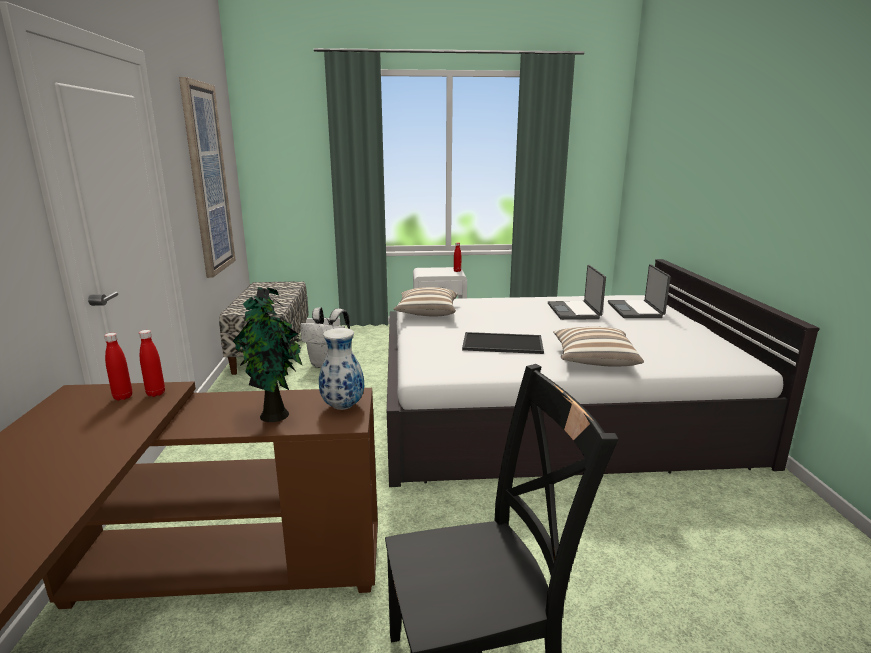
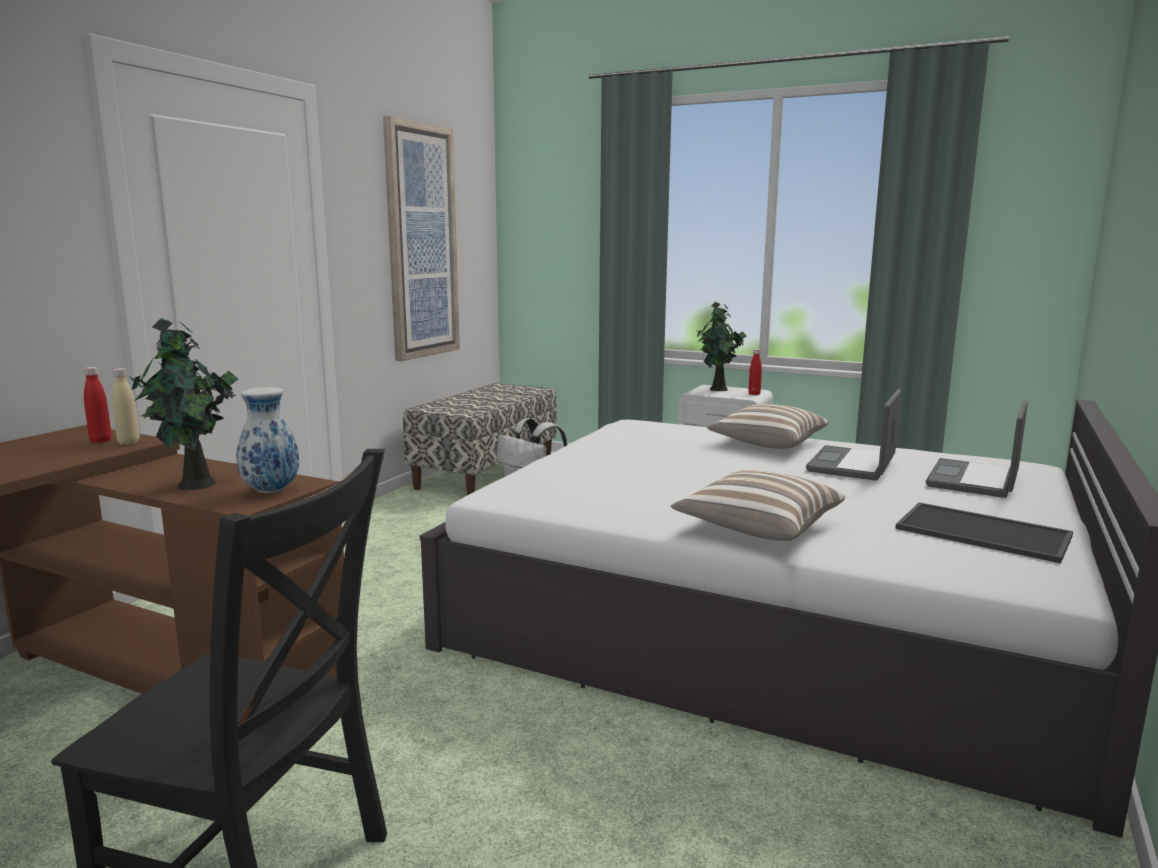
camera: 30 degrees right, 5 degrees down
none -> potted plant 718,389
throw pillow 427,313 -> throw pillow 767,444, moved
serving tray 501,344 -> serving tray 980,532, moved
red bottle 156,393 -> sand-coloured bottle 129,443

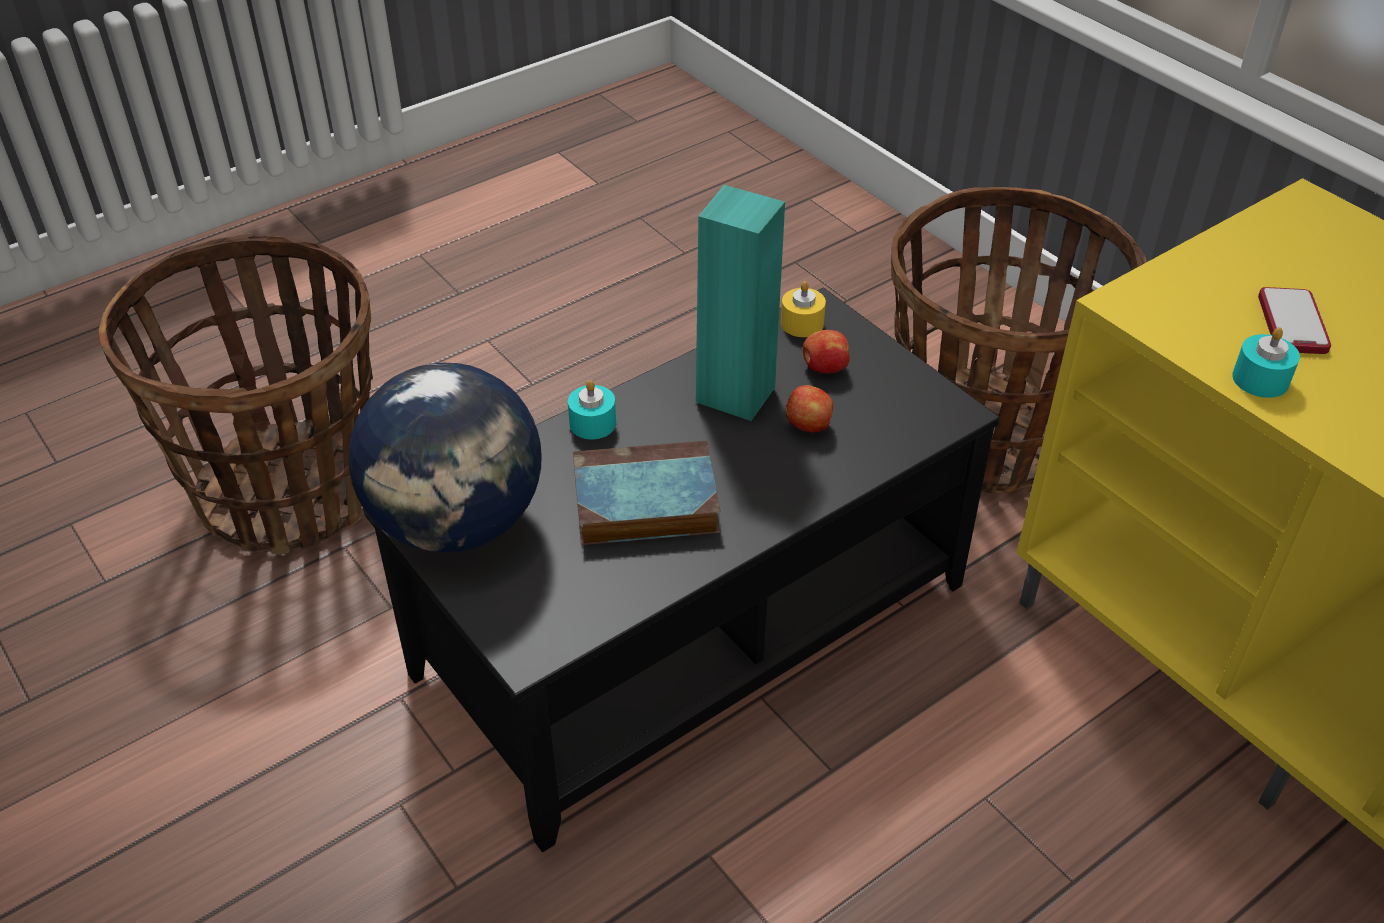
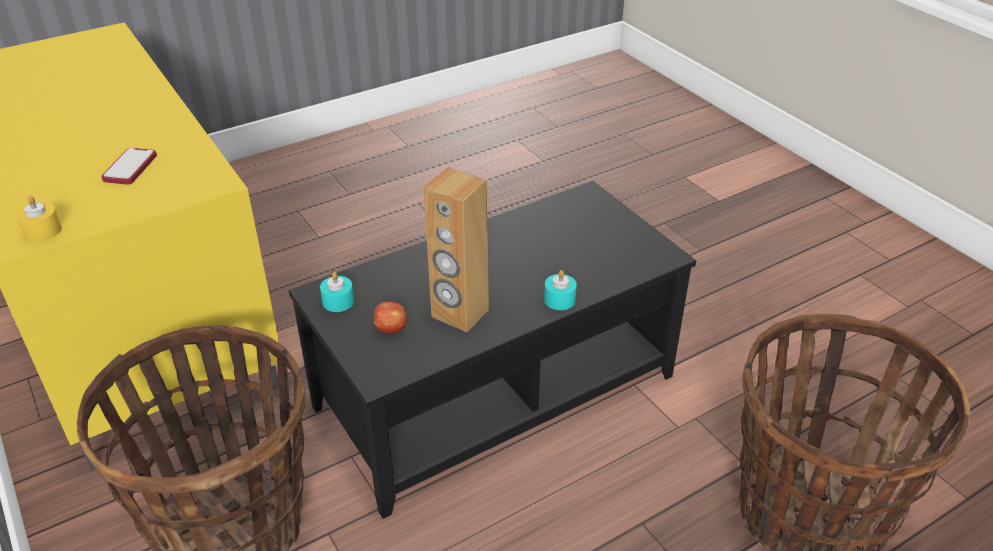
camera: 175 degrees left, 5 degrees down
desk globe 458,523 -> none
bound book 642,503 -> none
apple fruit 809,426 -> none
yellowish wax light 802,323 -> yellowish wax light 43,231, moved
turquoise-coloured wax light 1260,379 -> turquoise-coloured wax light 338,301, moved
turquoise-coloured speaker 736,394 -> brown-coloured speaker 459,314

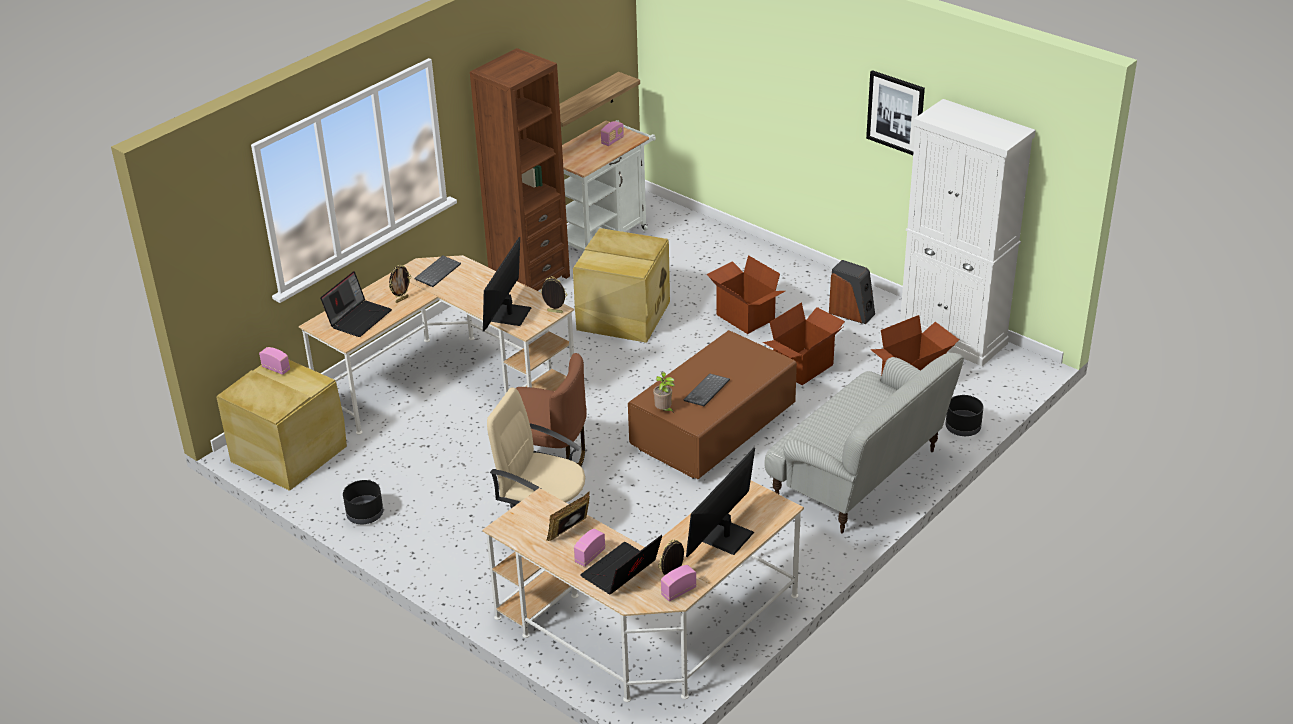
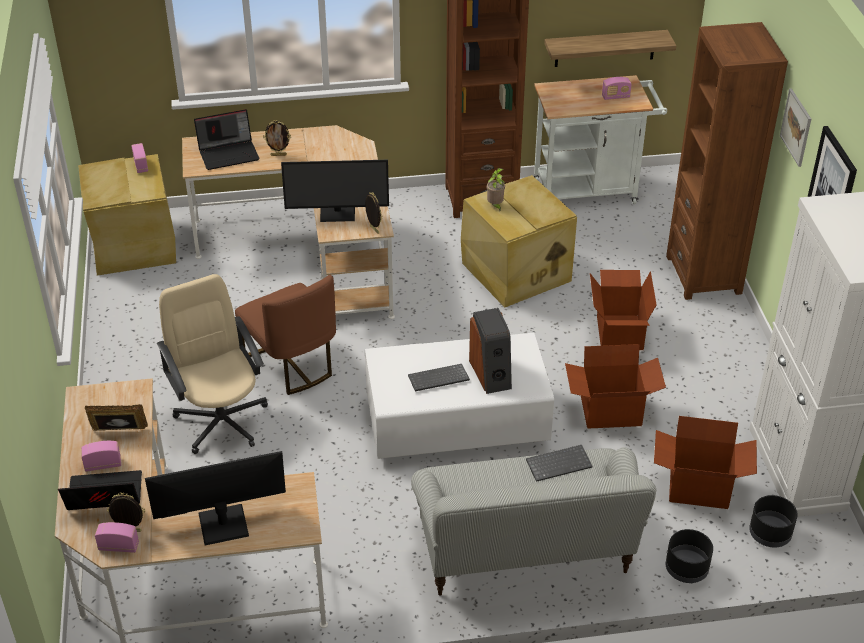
camera: 40 degrees right, 5 degrees up
none -> brown-coloured shelving unit 703,275
none -> picture 796,127
black-coloured plant pot 364,514 -> black-coloured plant pot 769,533, moved
computer keyboard 437,272 -> computer keyboard 559,463, moved
potted plant 664,410 -> potted plant 495,206, moved
speaker 852,313 -> speaker 491,373, moved
brown-coloured low table 713,430 -> whitish low table 456,422
monitor 509,314 -> monitor 337,212, 150 degrees counterclockwise

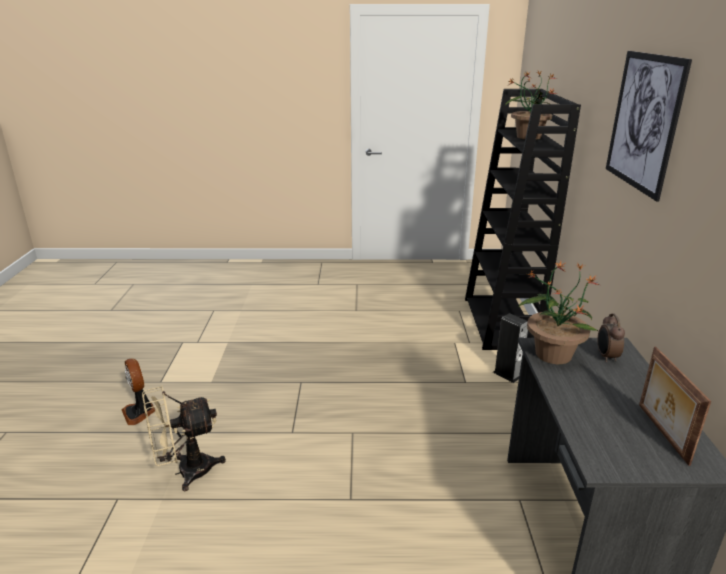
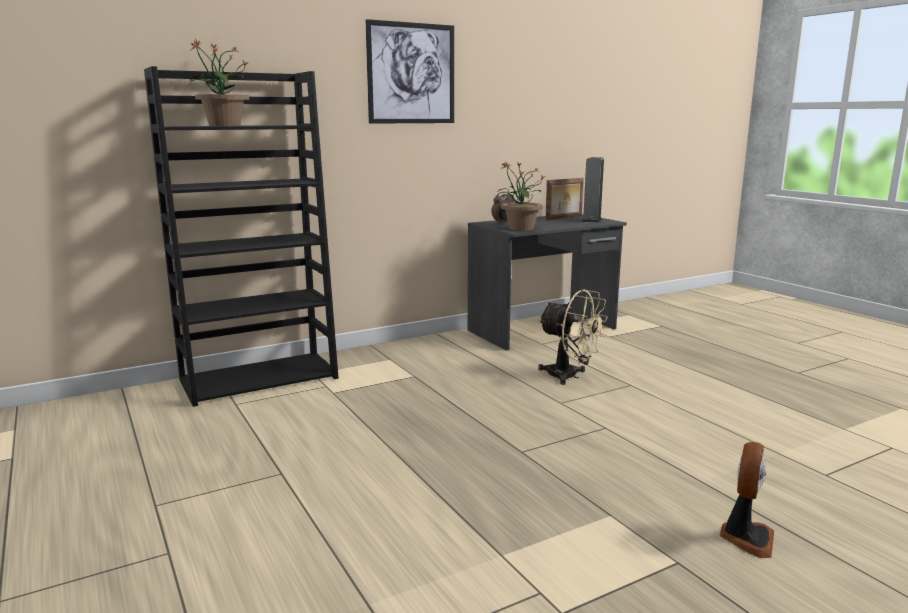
camera: 120 degrees left, 10 degrees down
sand-coloured cooling fan 185,472 -> sand-coloured cooling fan 569,376, moved
speaker 507,374 -> speaker 591,220, moved

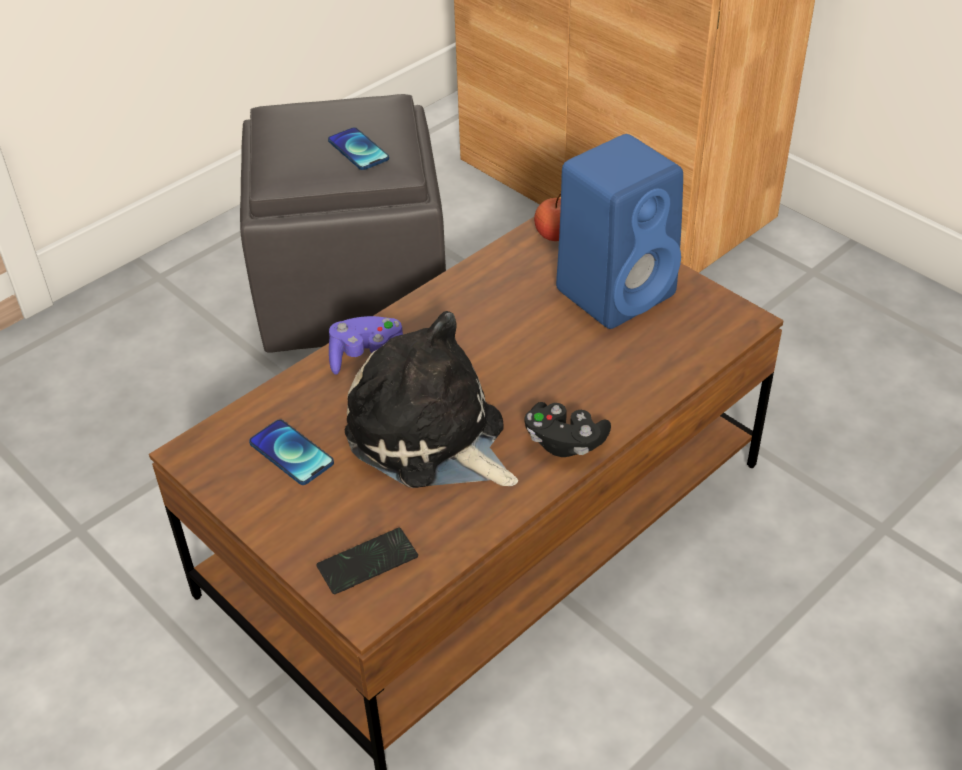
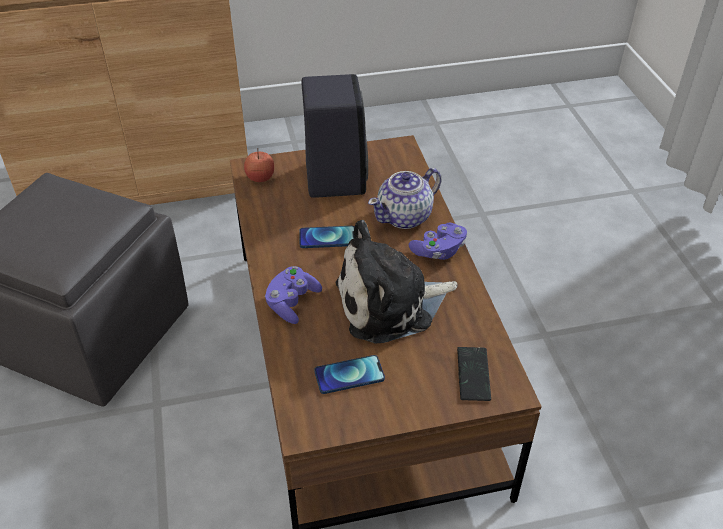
camera: 60 degrees left, 0 degrees up
none -> pot for tea 405,217
handset 358,150 -> handset 327,238, moved
black-coloured gamepad 565,442 -> purple gamepad 438,251
blue speaker 617,290 -> black-coloured speaker 334,177

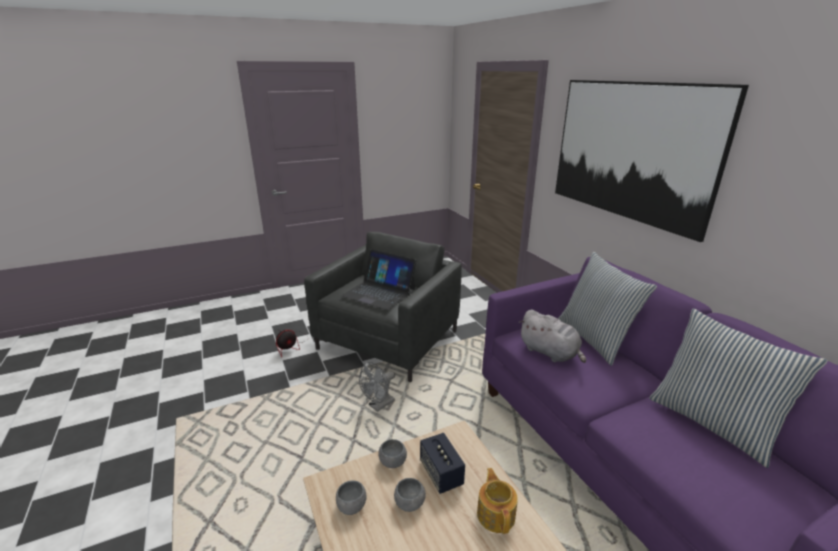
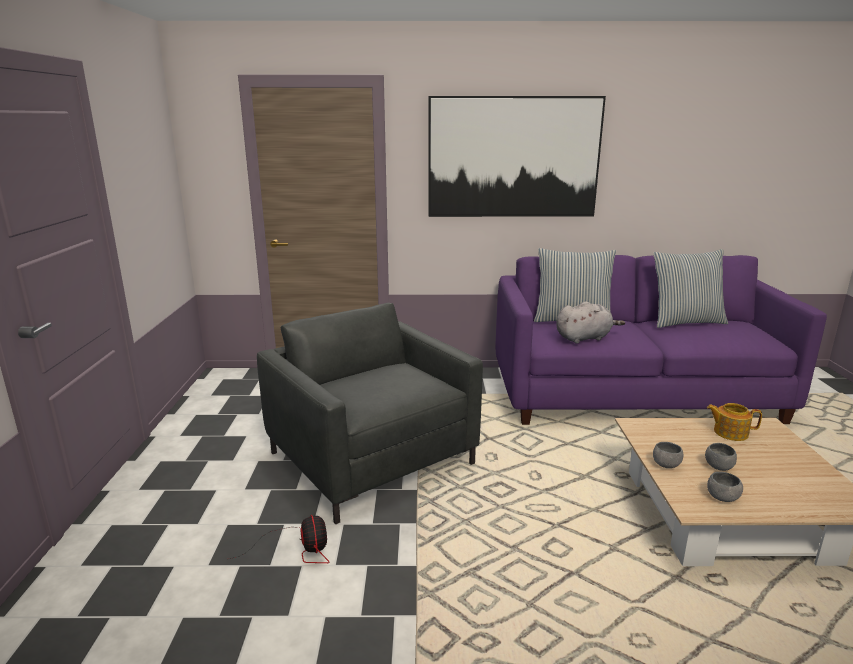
camera: 65 degrees left, 5 degrees down
notebook computer 379,292 -> none
gray cooling fan 378,405 -> none
speaker 441,473 -> none

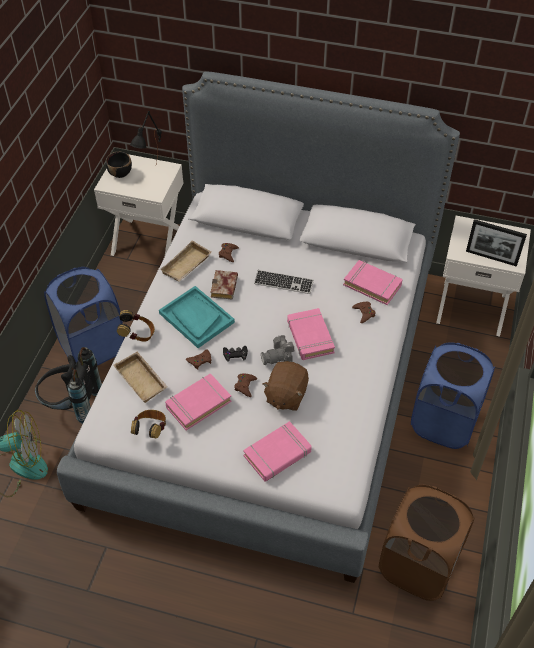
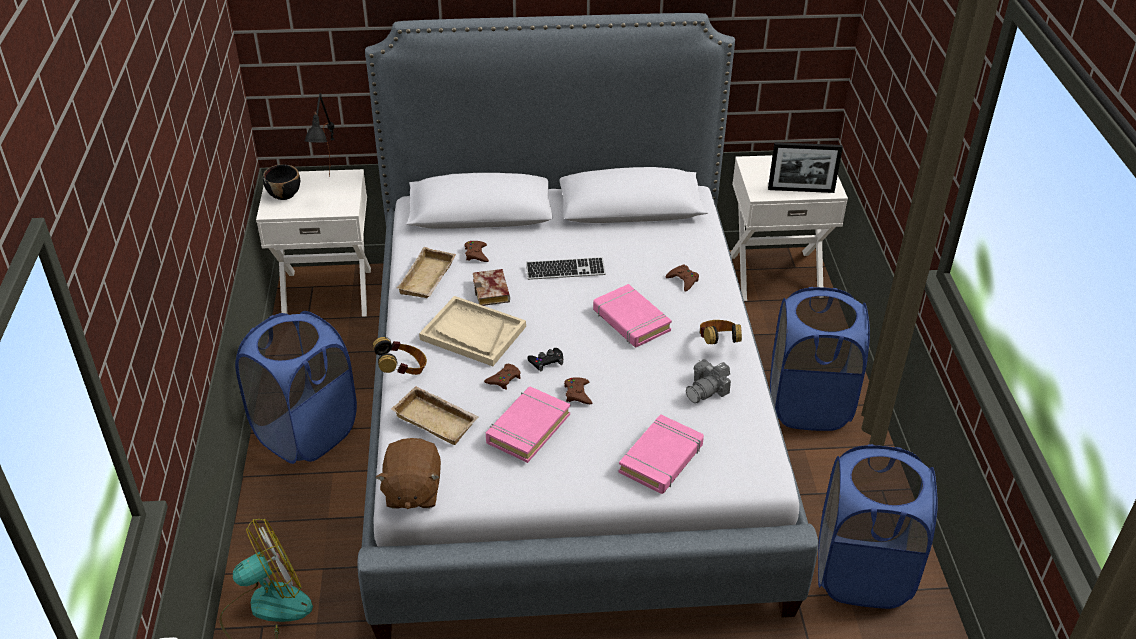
camera: 20 degrees left, 10 degrees down
black-coloured backpack 73,406 -> none
pink bound book 372,285 -> none
pair of headphones 151,430 -> pair of headphones 718,343, moved
photo camera 278,357 -> photo camera 707,390, moved
brown-coloured plush toy 285,395 -> brown-coloured plush toy 412,491, moved
turquoise-coloured serving tray 196,318 -> sand-coloured serving tray 472,333
brown-coloured laundry basket 418,566 -> blue laundry basket 862,573

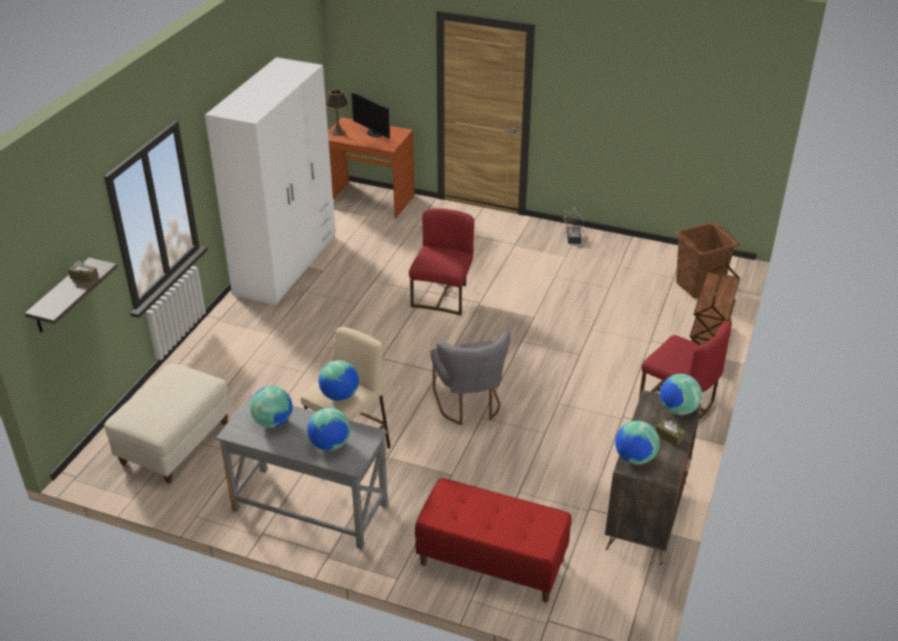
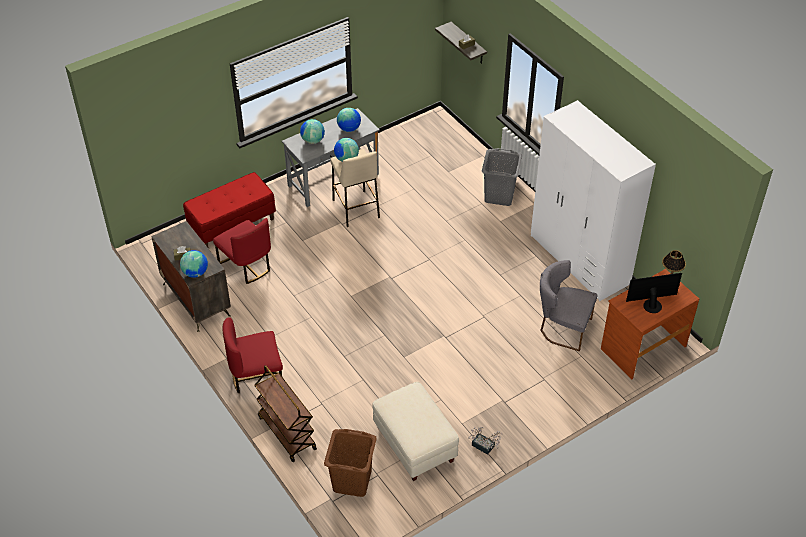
camera: 125 degrees right, 10 degrees up
desk globe 634,458 -> none
none -> gray laundry basket 499,196
sand-coloured pouffe 176,443 -> sand-coloured pouffe 414,444, moved
red upright chair 443,296 -> red upright chair 246,266, moved
gray upright chair 469,405 -> gray upright chair 562,328, moved

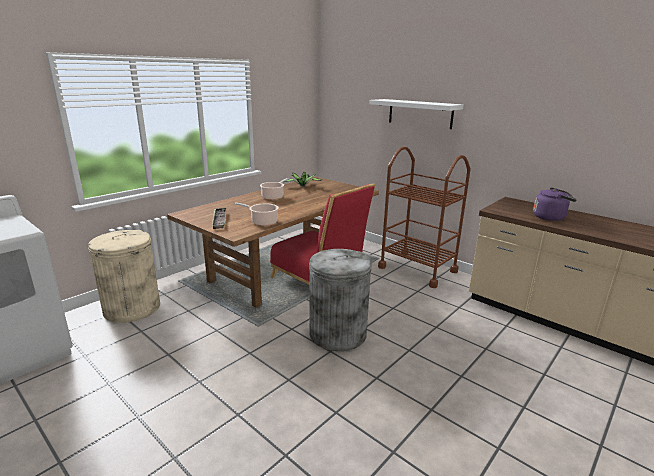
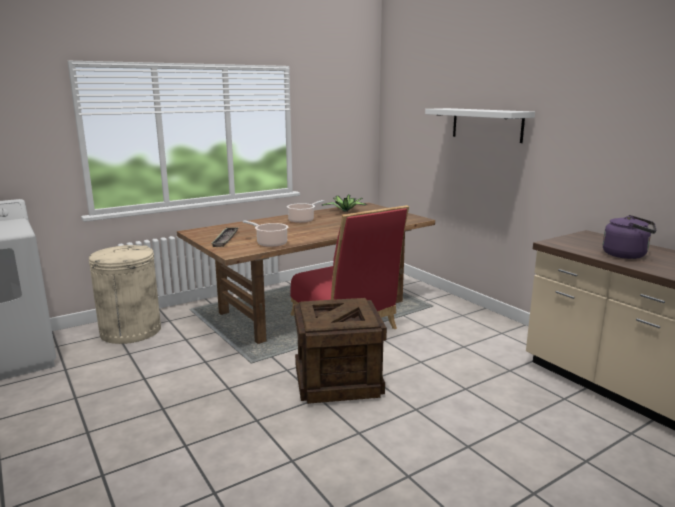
camera: 15 degrees right, 5 degrees down
brown-coloured wheeled cart 417,269 -> none
gray waste bin 338,333 -> packing crate 338,381

